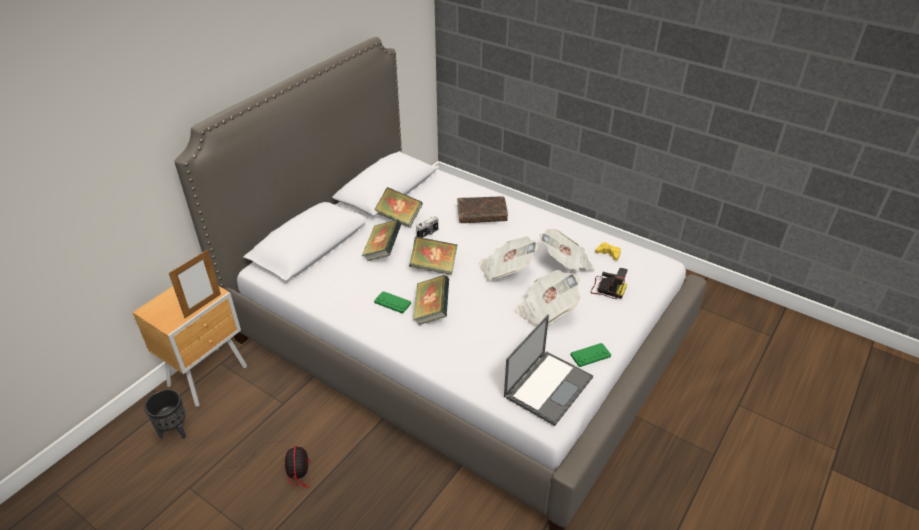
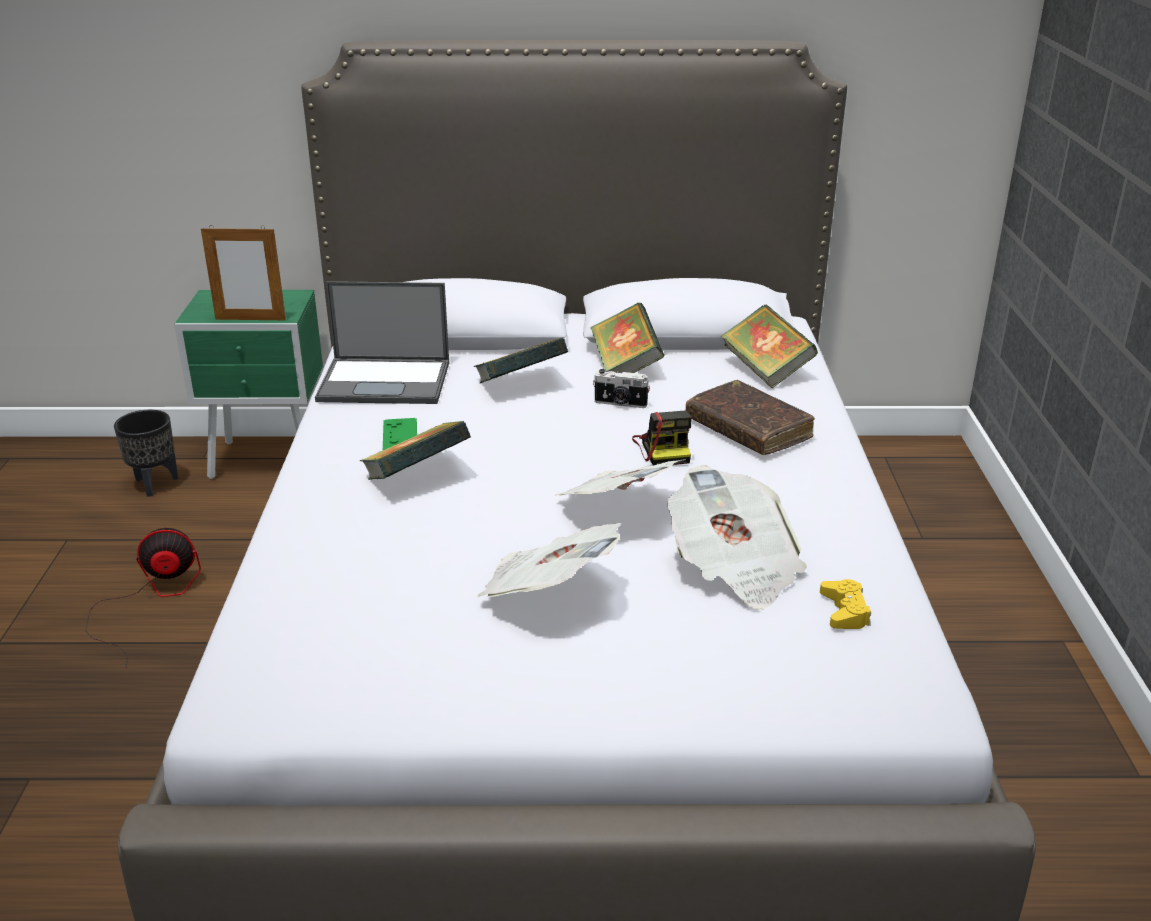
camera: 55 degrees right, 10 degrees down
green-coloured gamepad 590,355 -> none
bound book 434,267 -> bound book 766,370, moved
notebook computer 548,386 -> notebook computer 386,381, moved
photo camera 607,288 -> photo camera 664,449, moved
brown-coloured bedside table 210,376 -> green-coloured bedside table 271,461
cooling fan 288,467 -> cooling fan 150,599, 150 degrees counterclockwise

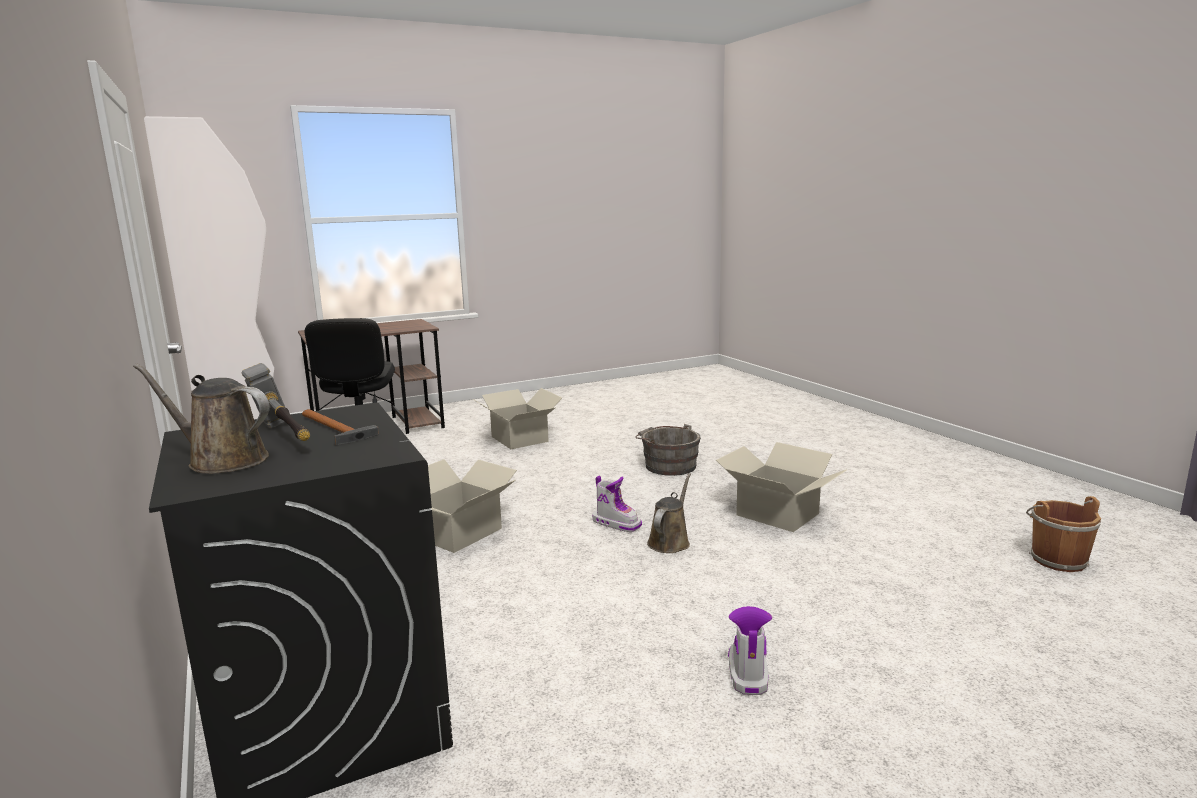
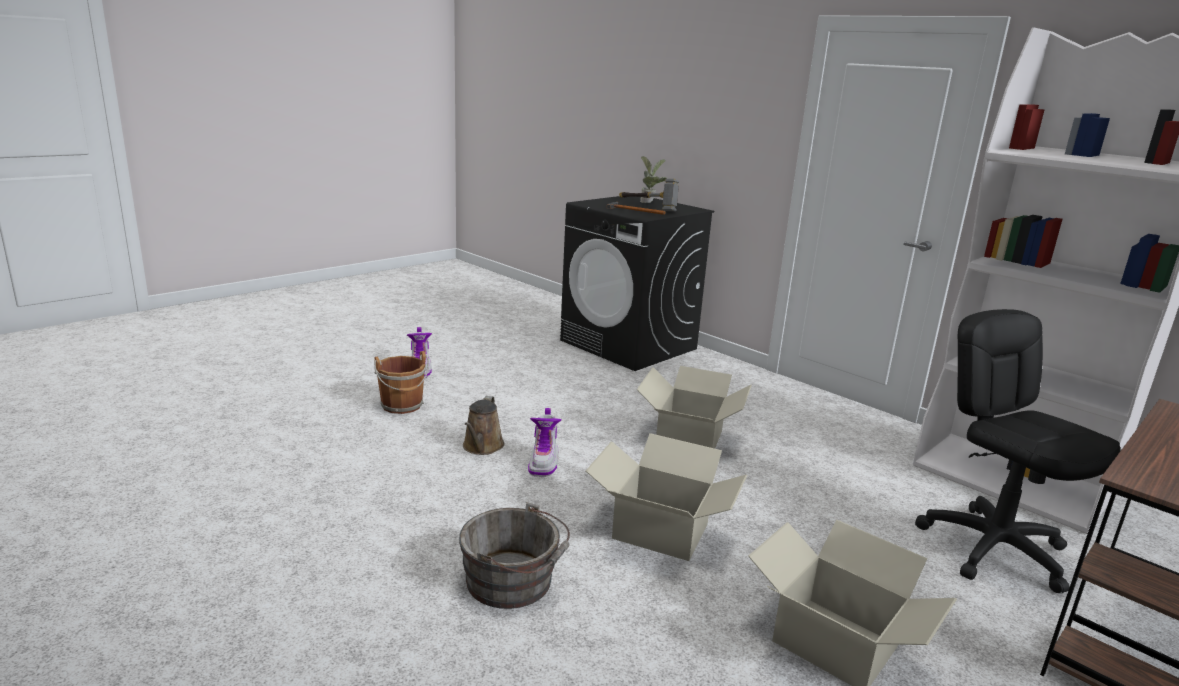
camera: 160 degrees right, 5 degrees up
carton 777,514 -> carton 660,531, moved
brown-coloured water bucket 1056,559 -> brown-coloured water bucket 402,406, moved
brown-coloured sprinkling can 222,460 -> potted plant 650,202
high-top boot 616,523 -> high-top boot 544,463, 105 degrees counterclockwise

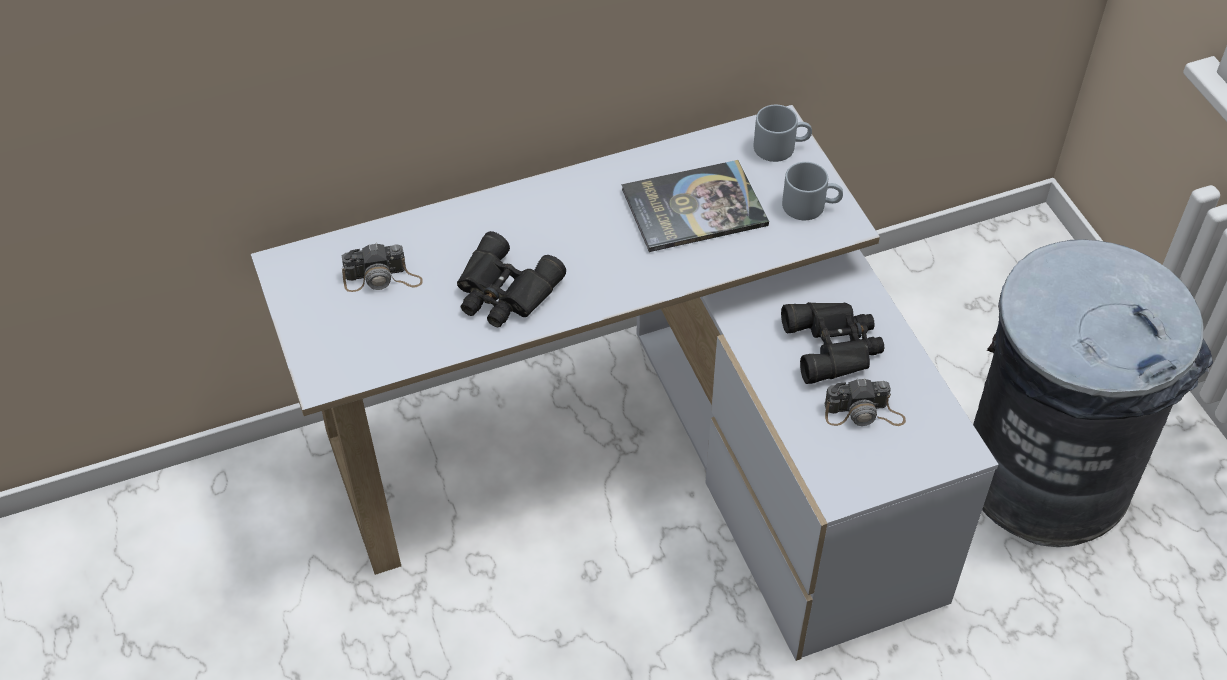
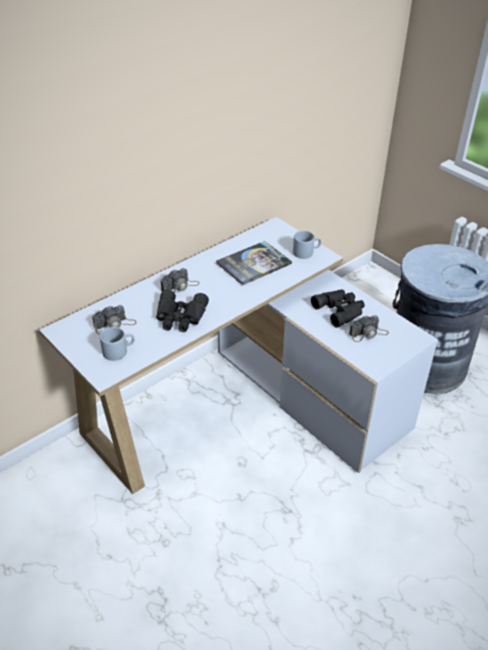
camera: 20 degrees left, 10 degrees down
none -> photo camera 180,287
gray coffee mug 781,146 -> gray coffee mug 119,351, moved

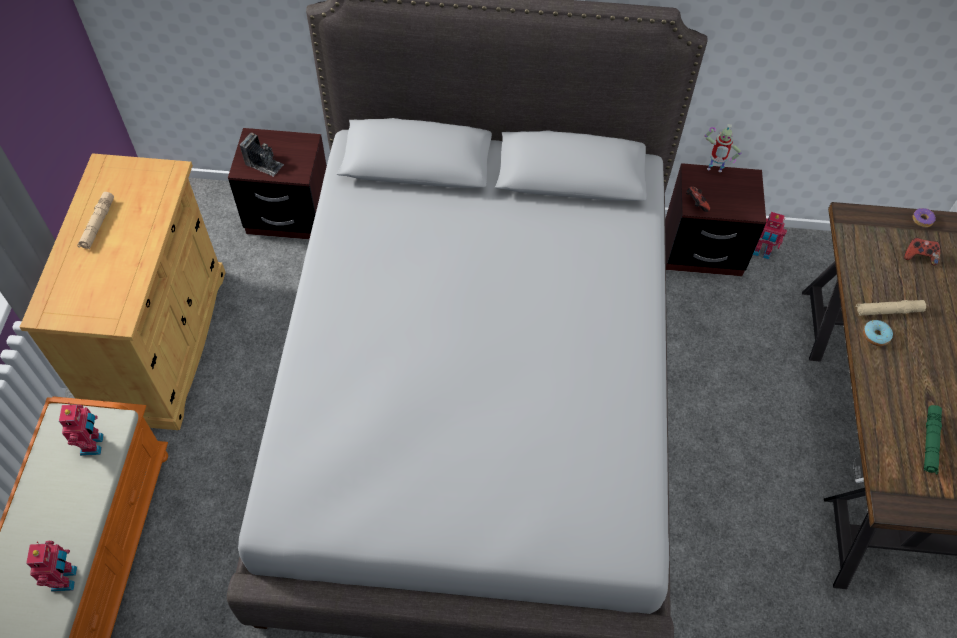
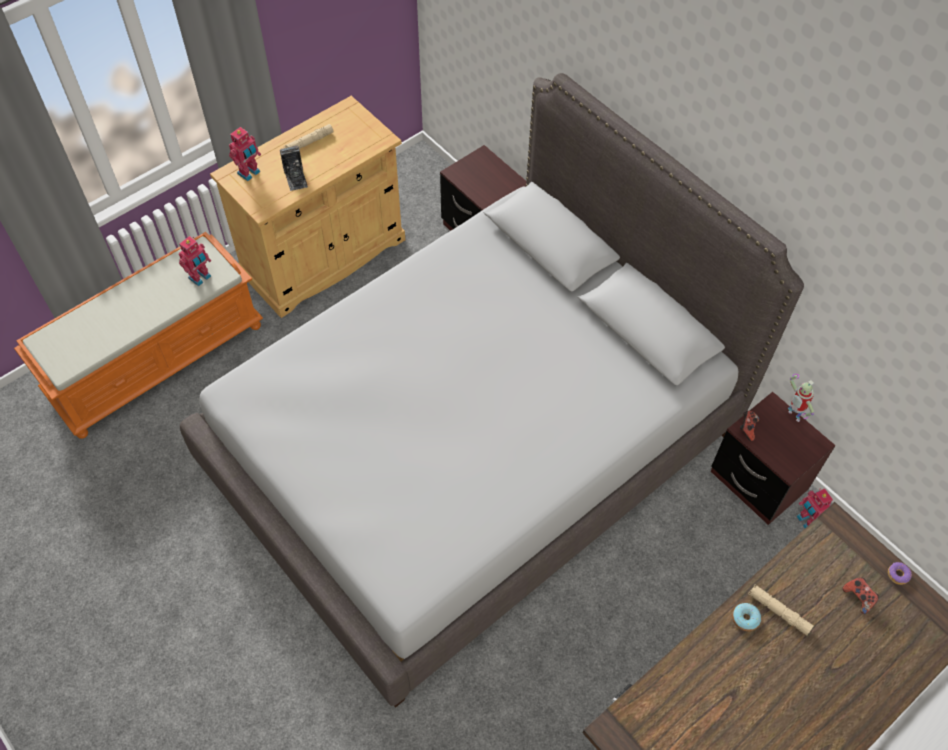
camera: 45 degrees right, 0 degrees up
green-coloured torch 930,442 -> none
robot figure 66,578 -> robot figure 249,173, moved
photo camera 264,164 -> photo camera 295,177, moved

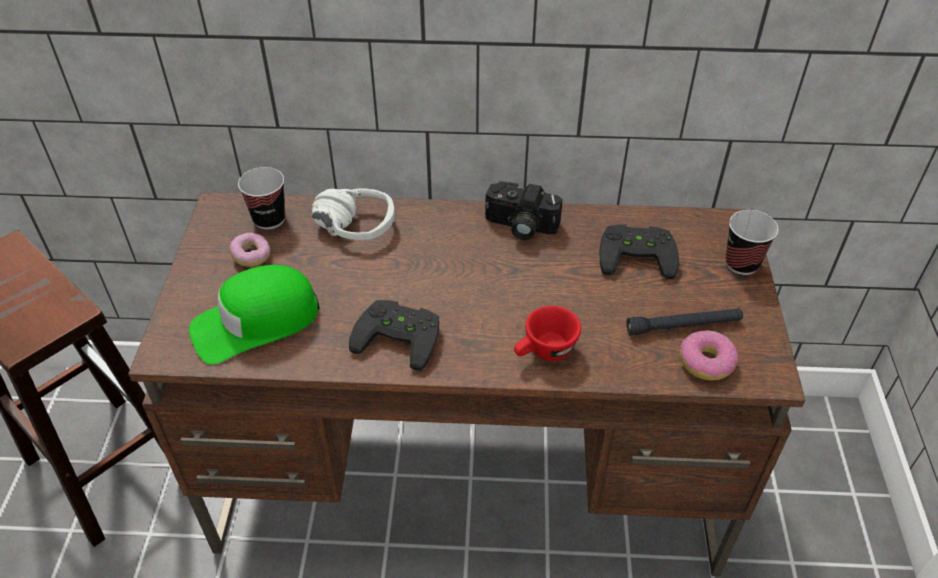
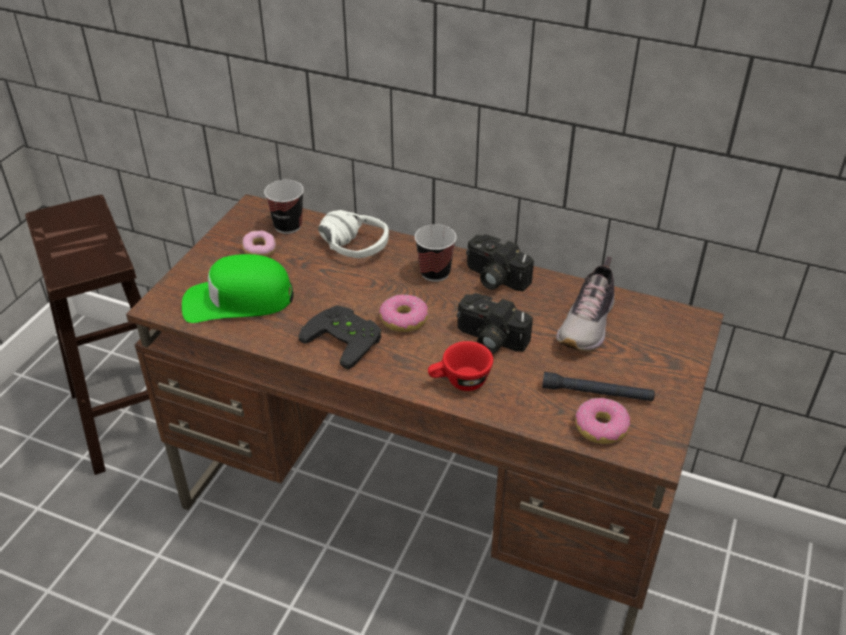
camera: 20 degrees right, 5 degrees down
none -> donut 404,320
none -> photo camera 489,339
drinking cup 741,263 -> drinking cup 435,273, moved
black-coloured gamepad 637,253 -> low shoe 588,324

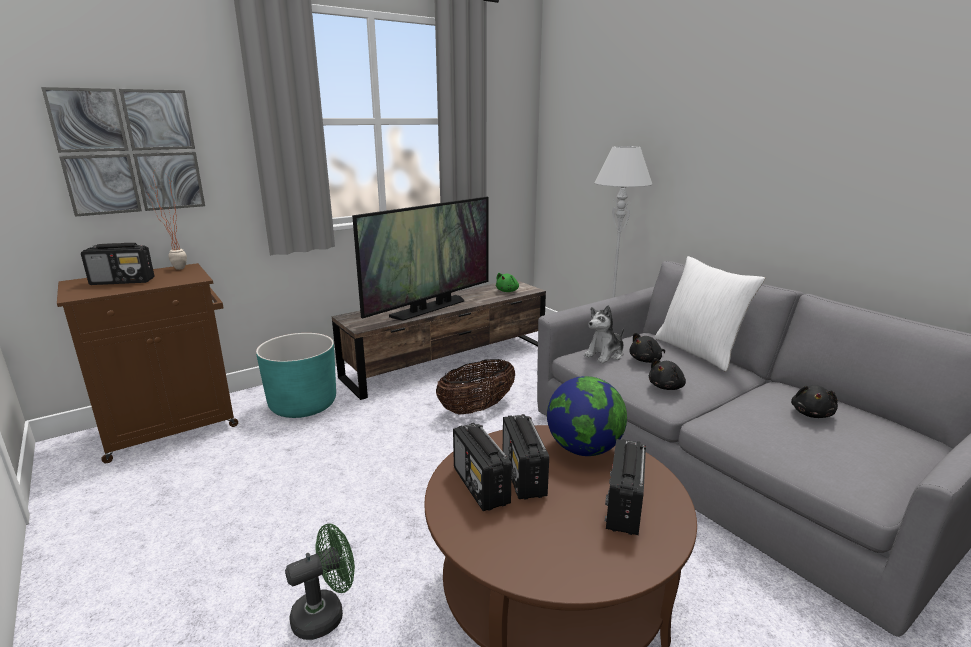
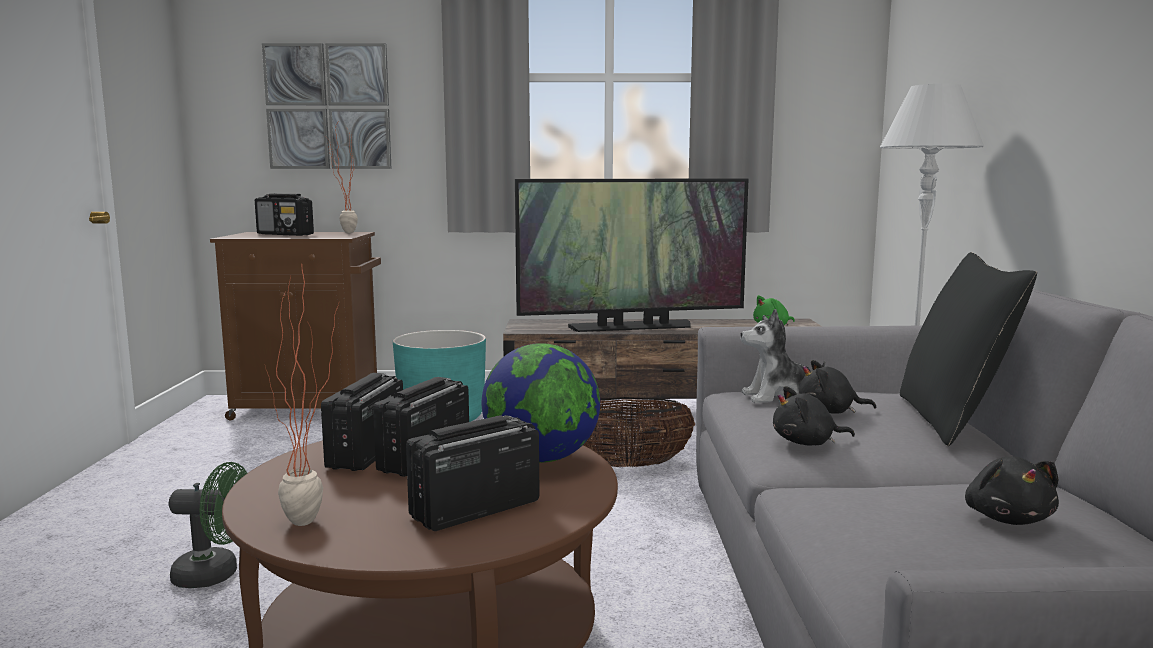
camera: 35 degrees right, 10 degrees down
none -> potted plant 314,524
whitish throw pillow 699,351 -> black-coloured throw pillow 952,420
black-coloured plush toy 812,414 -> black-coloured plush toy 1007,518, 60 degrees counterclockwise

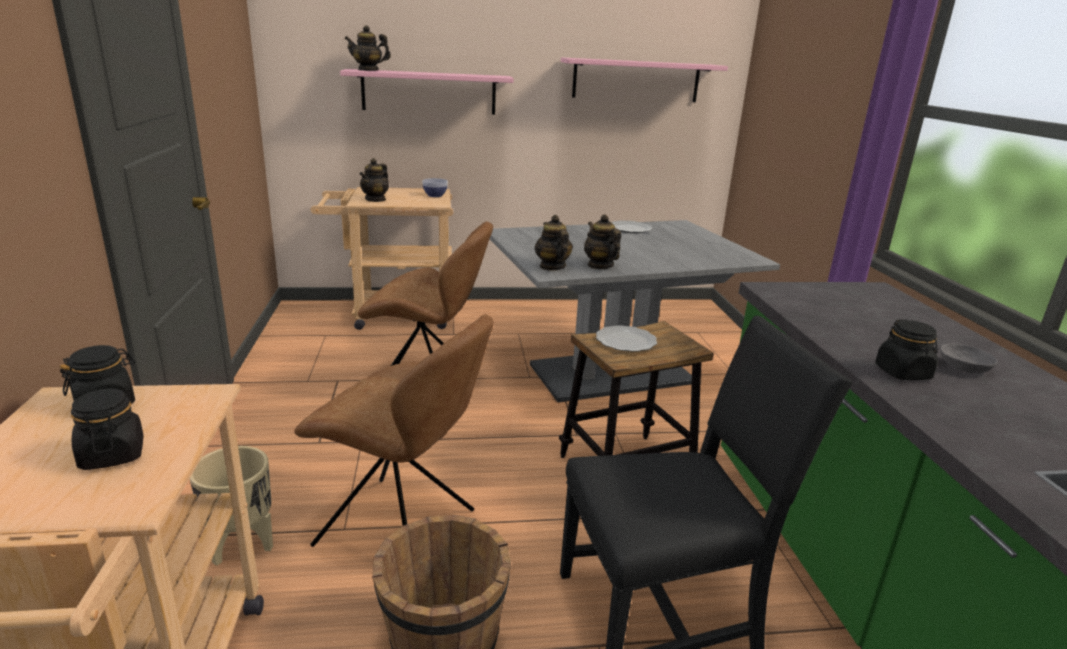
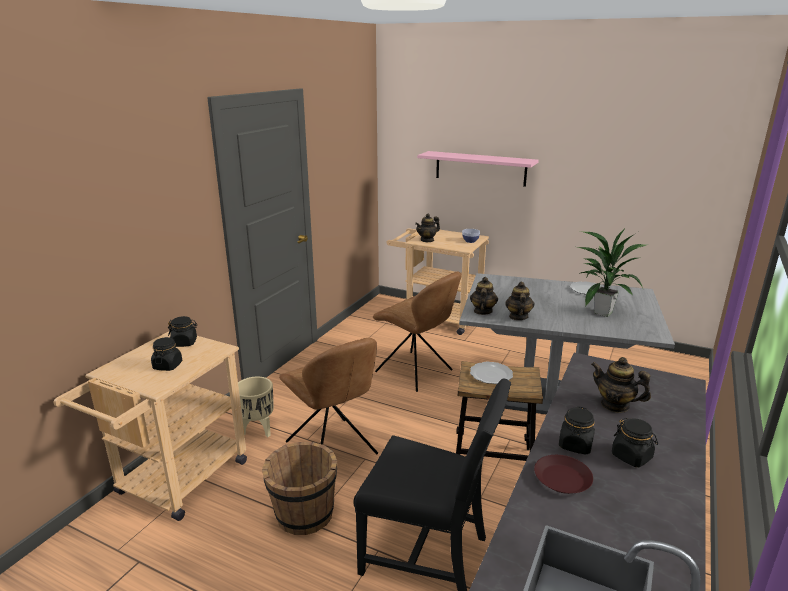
camera: 35 degrees right, 0 degrees up
pink bracket shelf 636,80 -> none
none -> brown-coloured dinner plate 561,479
none -> potted plant 602,312
pot for tea 368,70 -> pot for tea 615,405, moved
gray bowl 962,368 -> black-coloured preserve jar 631,457

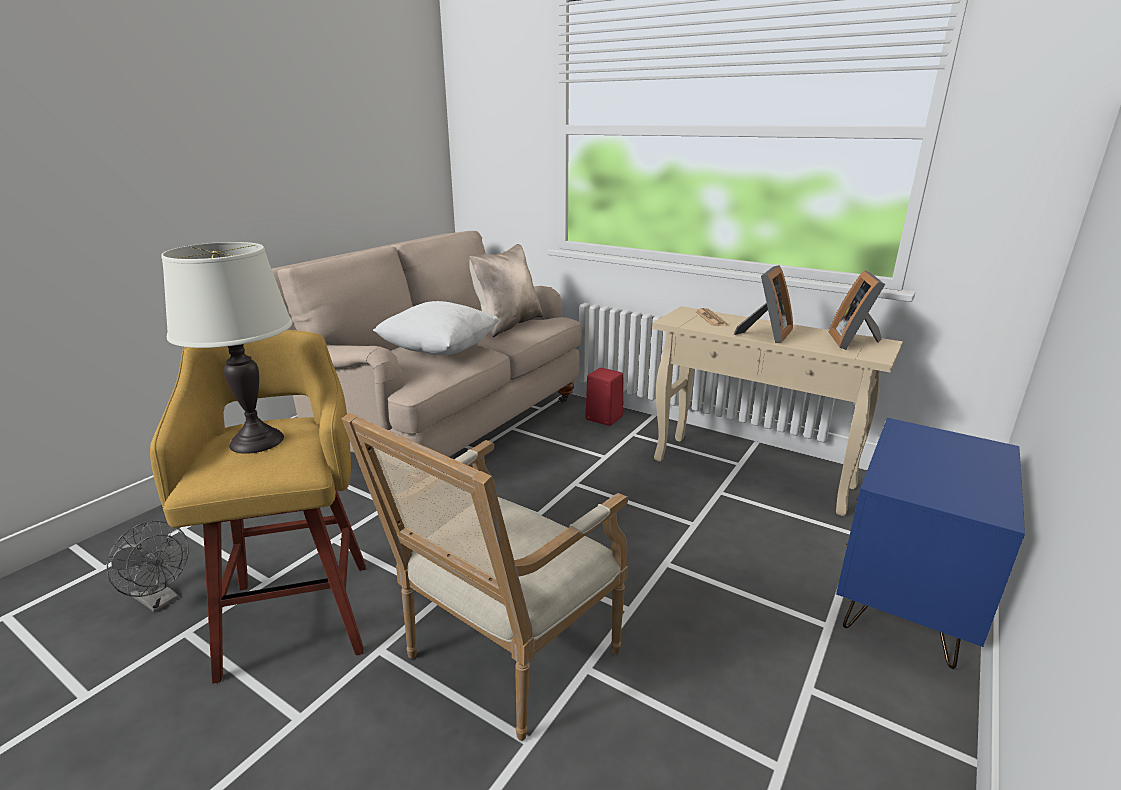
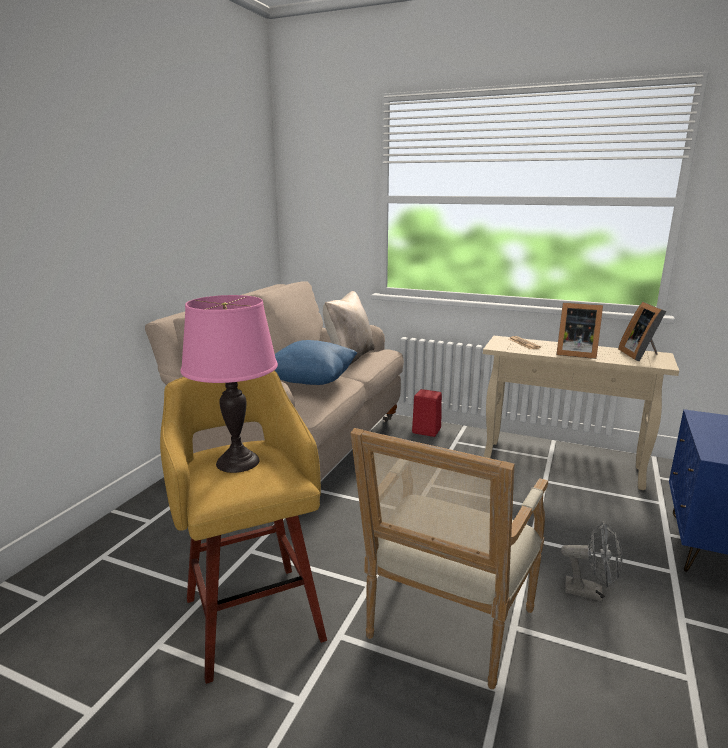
camera: 10 degrees left, 5 degrees down
gray cooling fan 160,600 -> gray cooling fan 590,592, moved
whitish lamp for a table 256,441 -> pink lamp for a table 237,462
whitish throw pillow 440,351 -> blue throw pillow 311,382
picture frame 766,334 -> picture frame 574,353, 90 degrees clockwise

